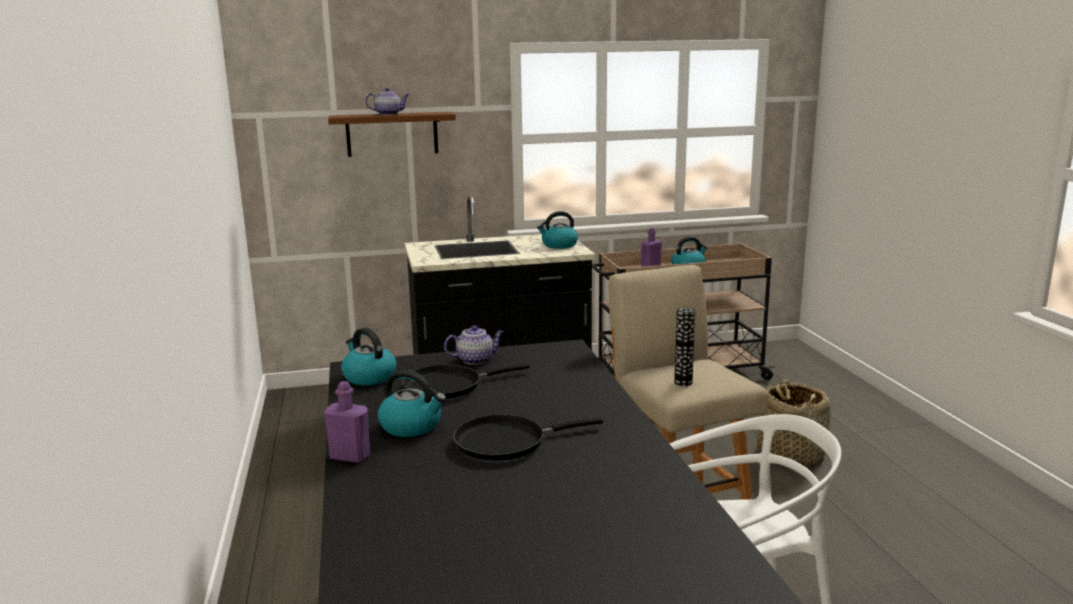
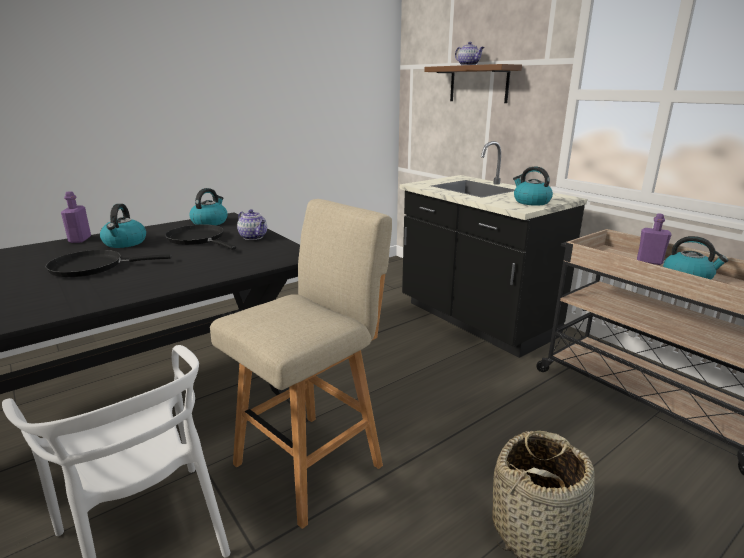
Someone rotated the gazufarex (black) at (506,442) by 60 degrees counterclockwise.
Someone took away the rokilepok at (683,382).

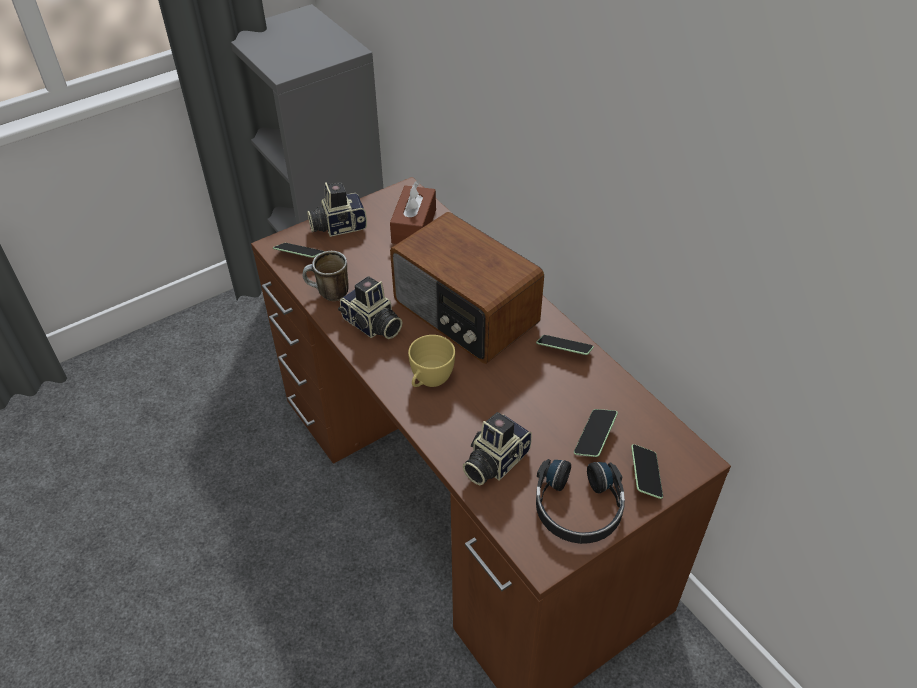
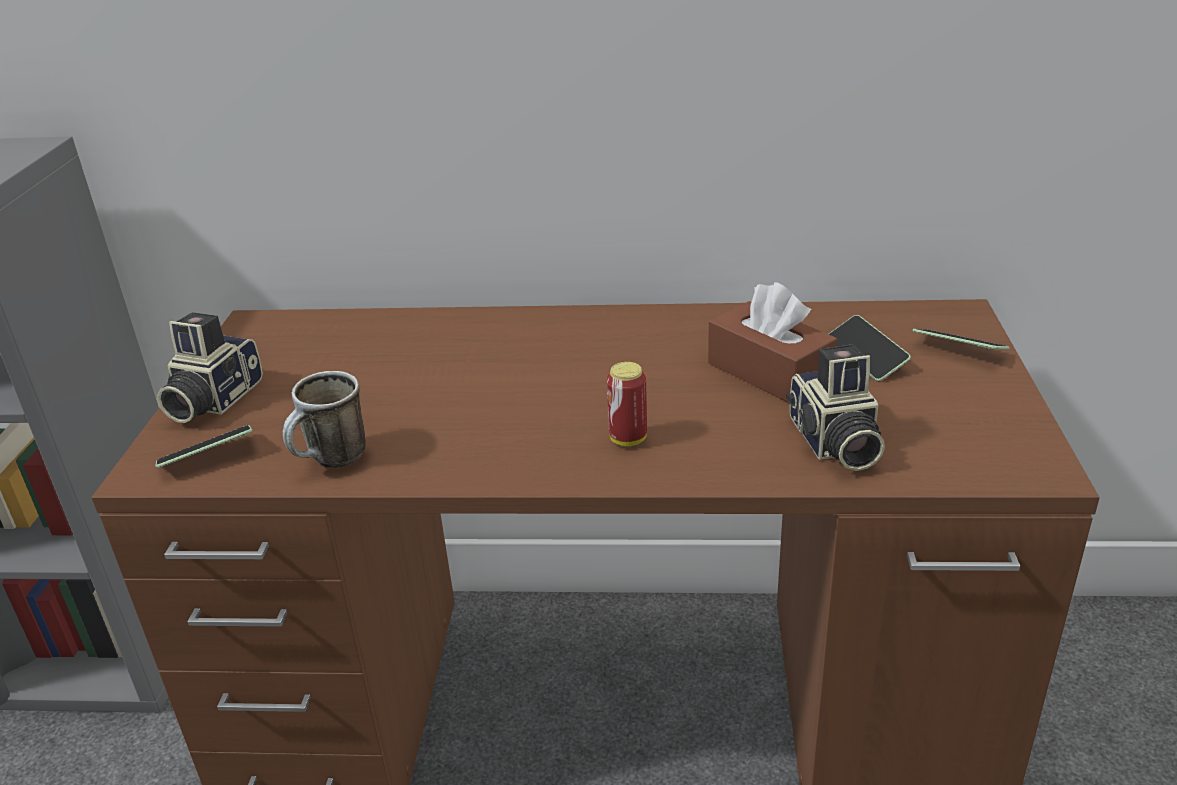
Someone took away the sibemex at (372,325).
Someone carried the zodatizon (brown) from (414,226) to (769,373).
Someone took away the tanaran at (464,314).
Someone swapped the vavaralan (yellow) at (429,381) for the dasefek at (628,439).
Someone took away the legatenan at (564,350).
Someone took away the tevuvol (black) at (578,508).

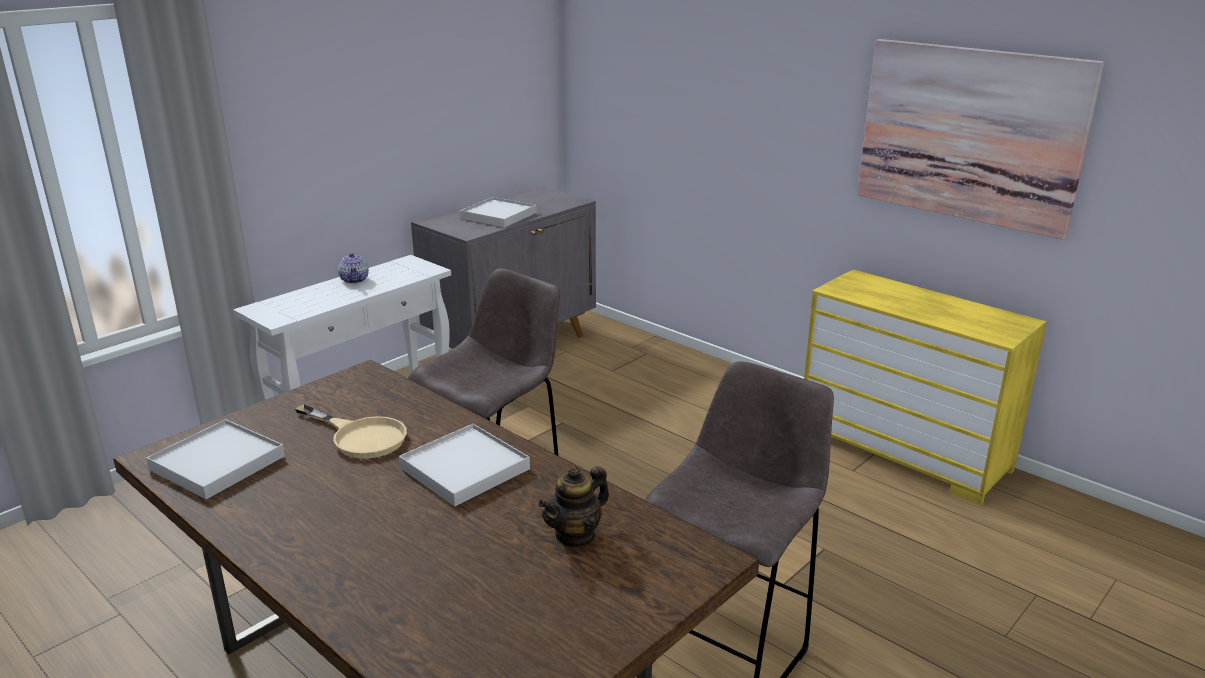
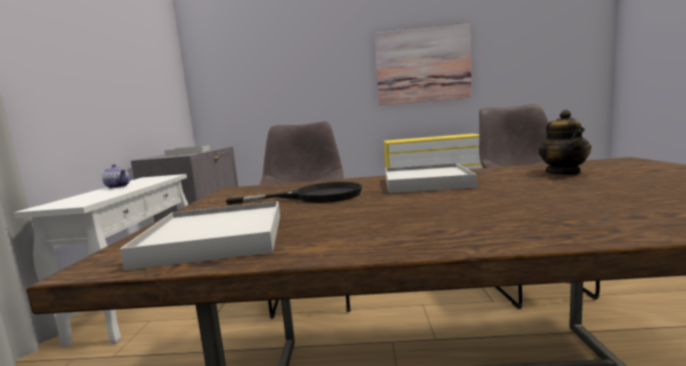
Someone repainted the gazufarex (beige) at (360,436), which became the gazufarex (black) at (315,196).

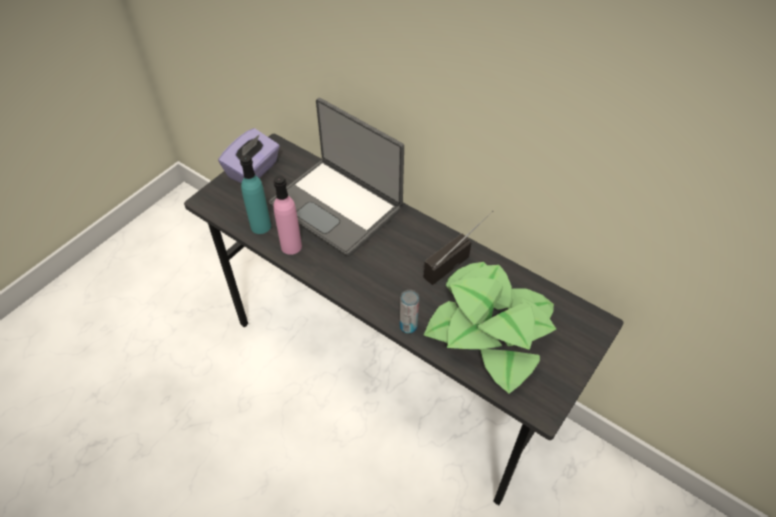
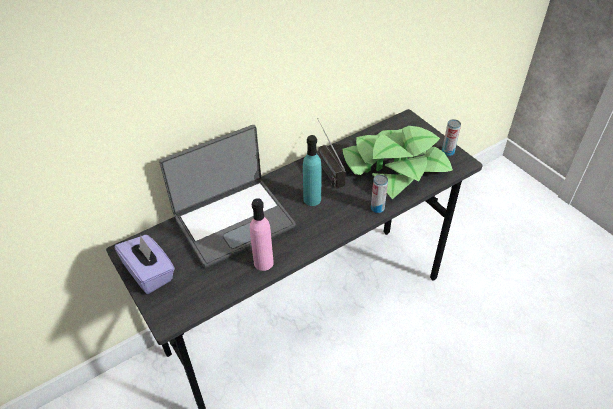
Someone carried the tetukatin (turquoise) from (260,226) to (312,199).
Someone put down the dasefek at (448,152).

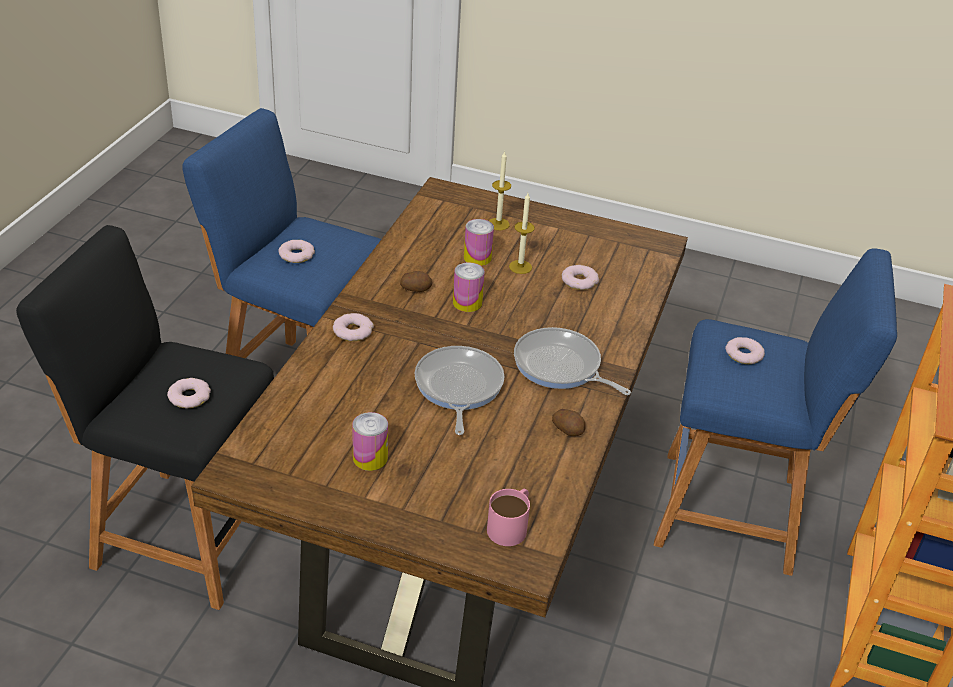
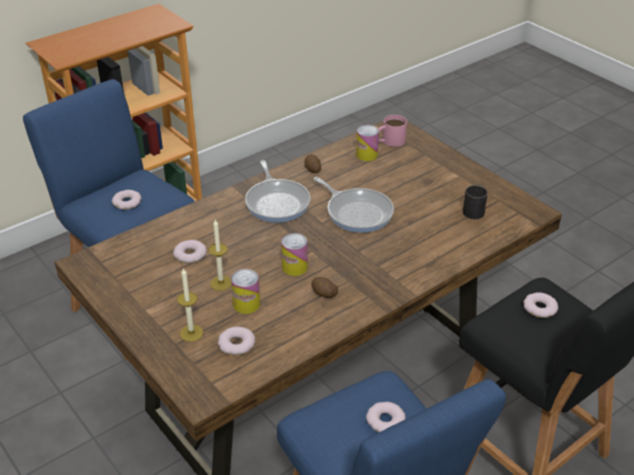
Someone carried the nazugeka from (353,331) to (236,344).
Someone carried the dasefek from (370,458) to (366,155).
Someone rotated the gazufarex at (458,387) by 75 degrees counterclockwise.
Someone put down the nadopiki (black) at (474,210).

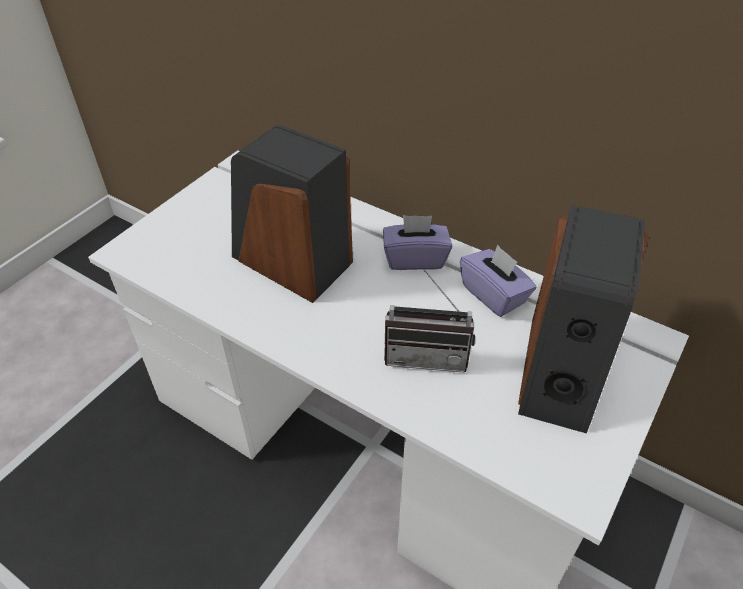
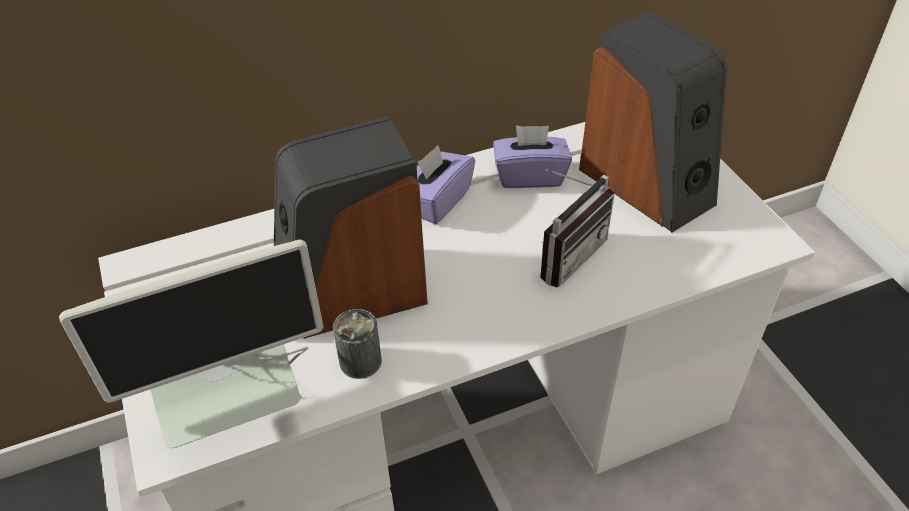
Someone put down the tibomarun at (239,419).
Someone put down the dasefek at (360,361).

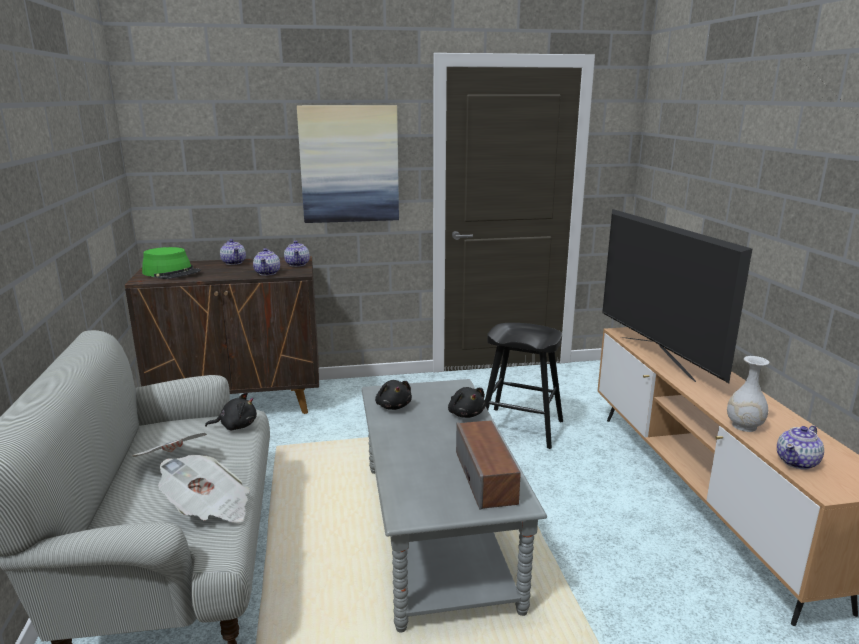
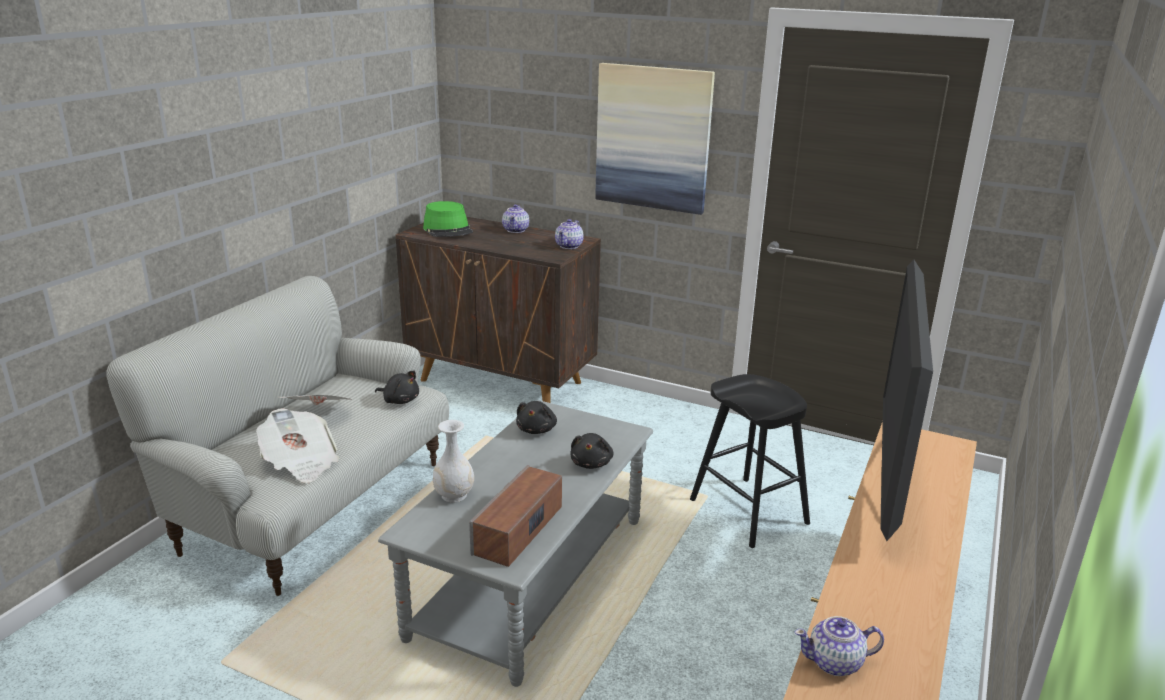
Someone took away the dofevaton at (268,273).
Someone carried the rokilepok (white) from (743,426) to (454,495).

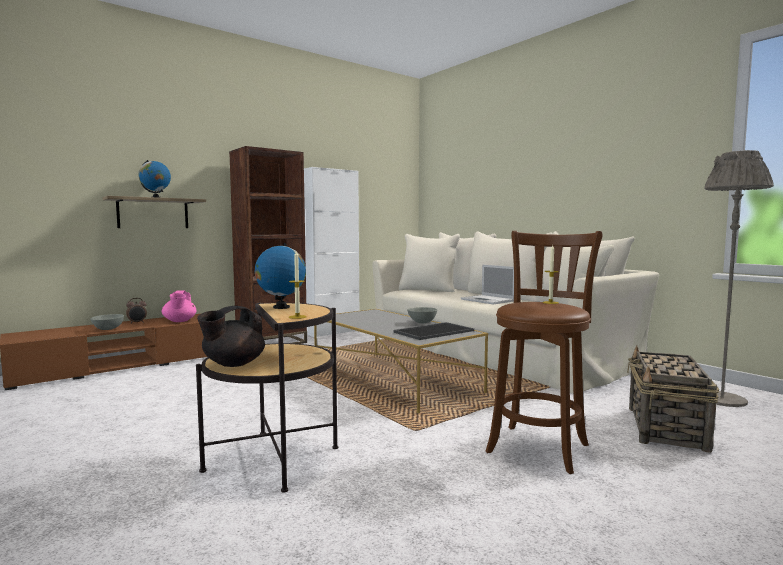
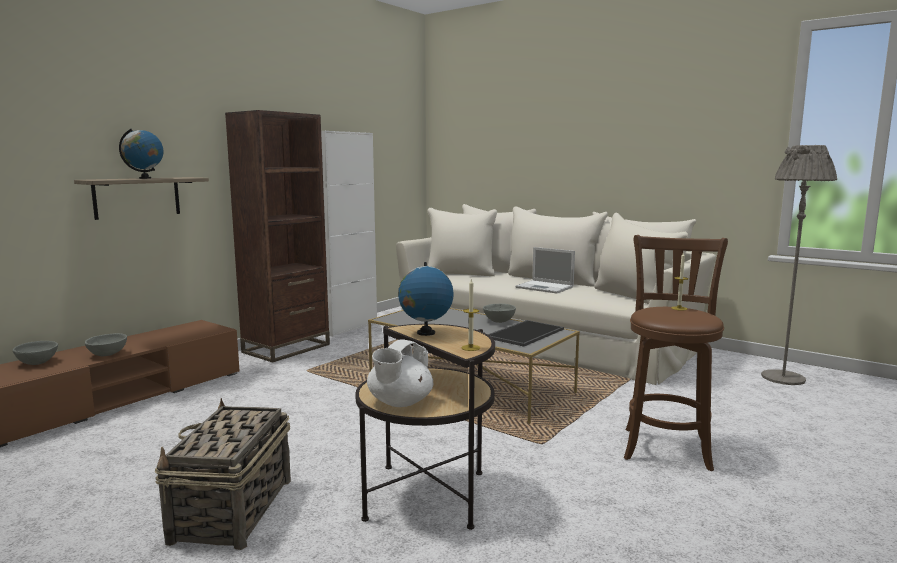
Someone took away the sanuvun at (137,323).
Someone took away the dofevaton (pink) at (179,321).
Someone repainted the dofevaton (black) at (233,364), which became the dofevaton (white) at (399,403).
Someone carried the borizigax from (666,429) to (232,510).
Someone put down the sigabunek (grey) at (38,363).

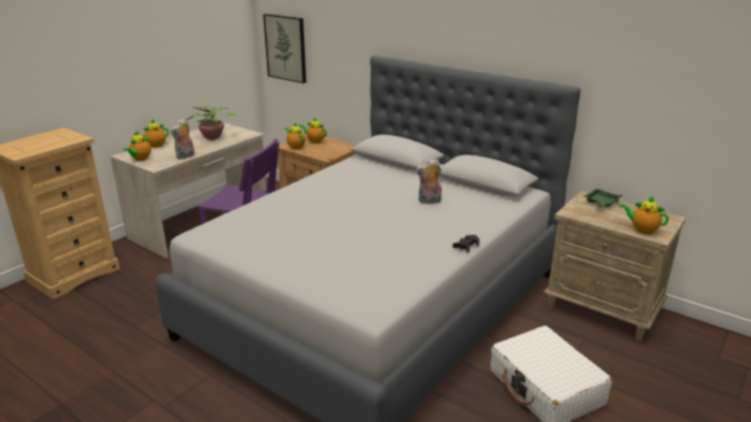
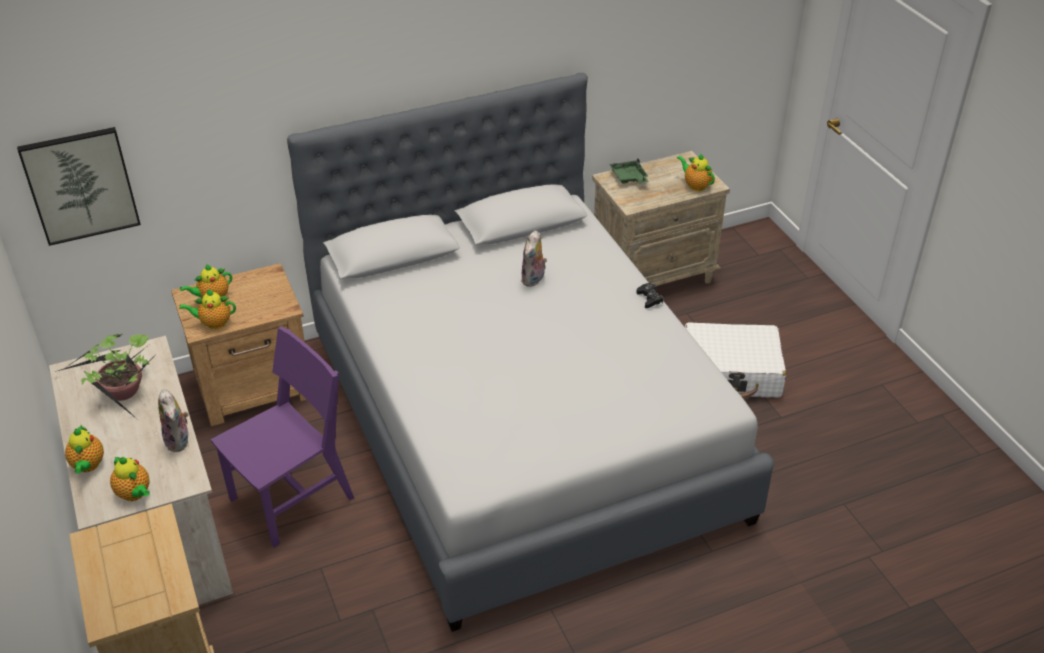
Someone rotated the dofevaton at (642,229) by 75 degrees clockwise.

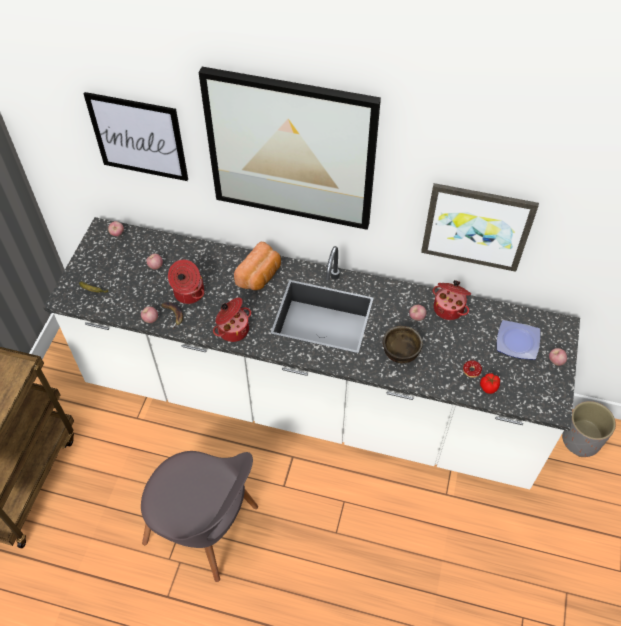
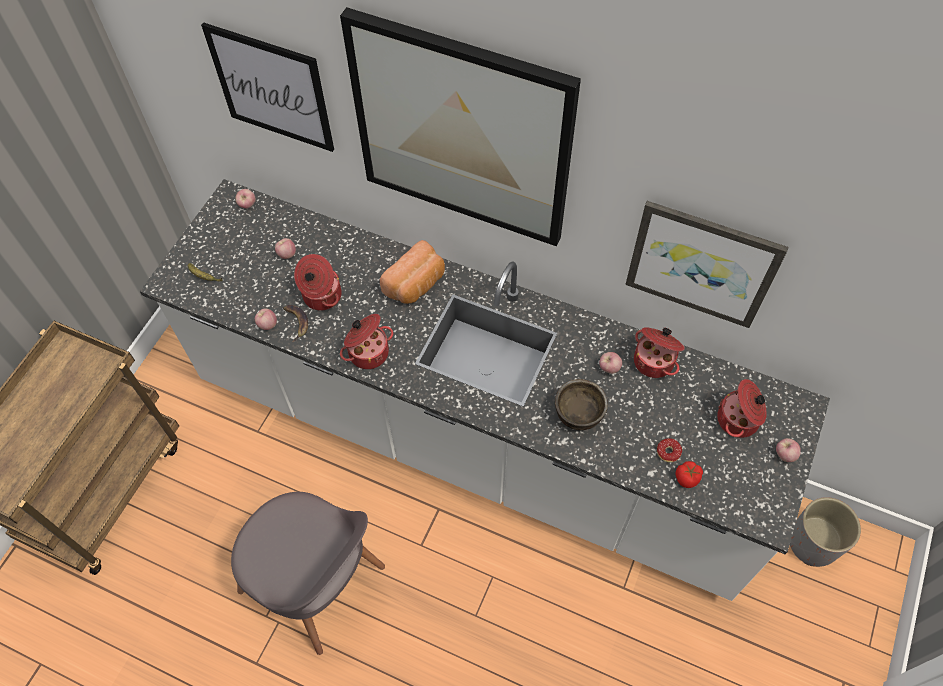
Someone swapped the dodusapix at (518,341) for the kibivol at (739,420).

